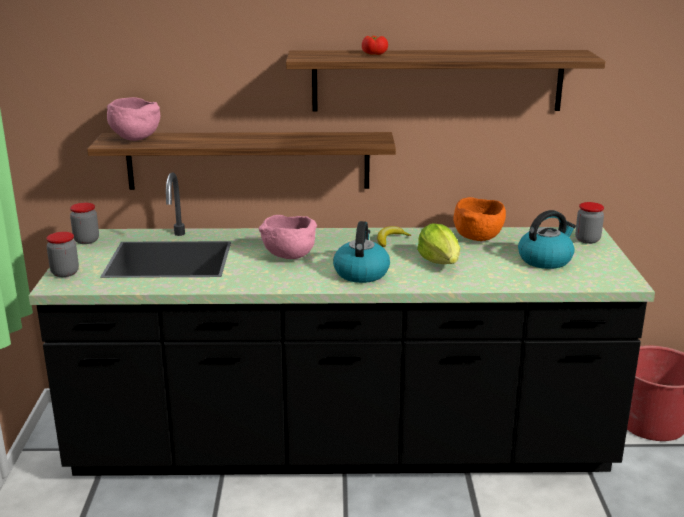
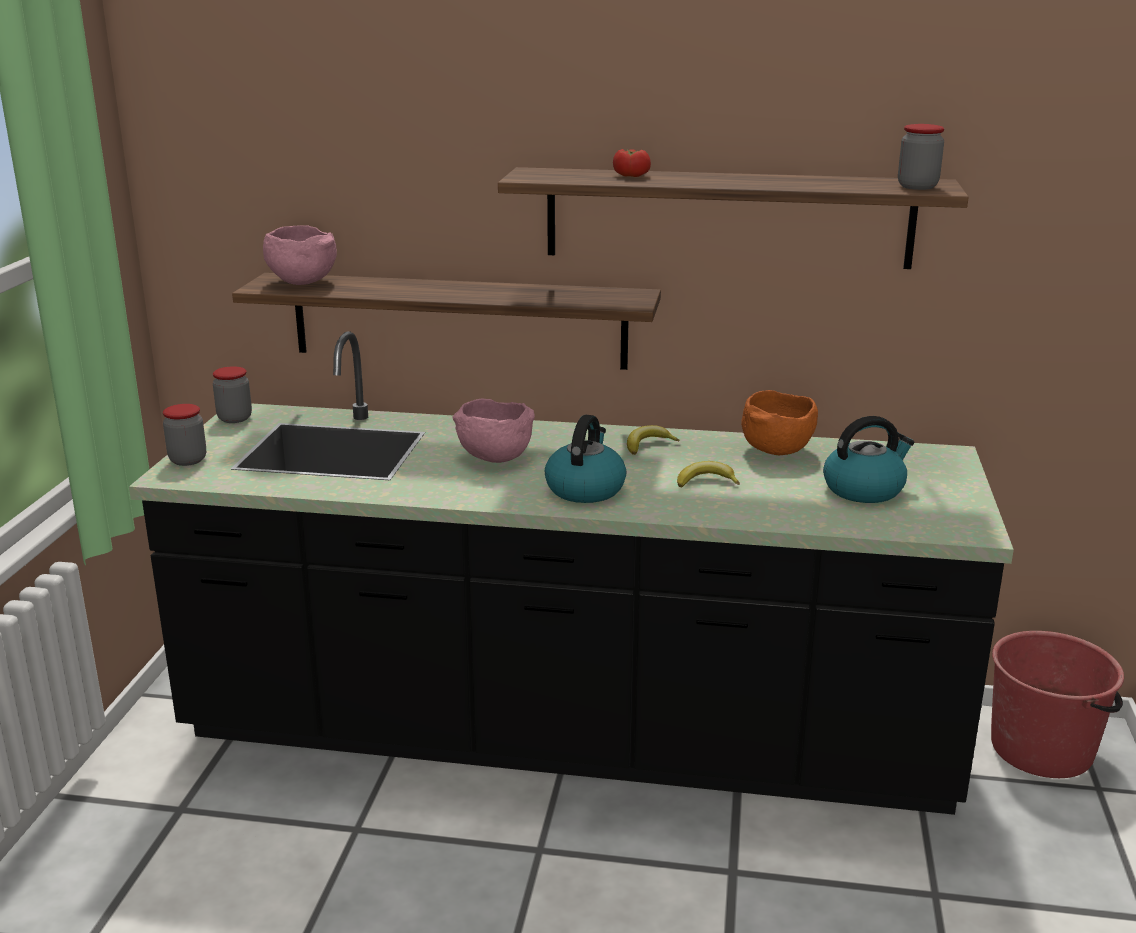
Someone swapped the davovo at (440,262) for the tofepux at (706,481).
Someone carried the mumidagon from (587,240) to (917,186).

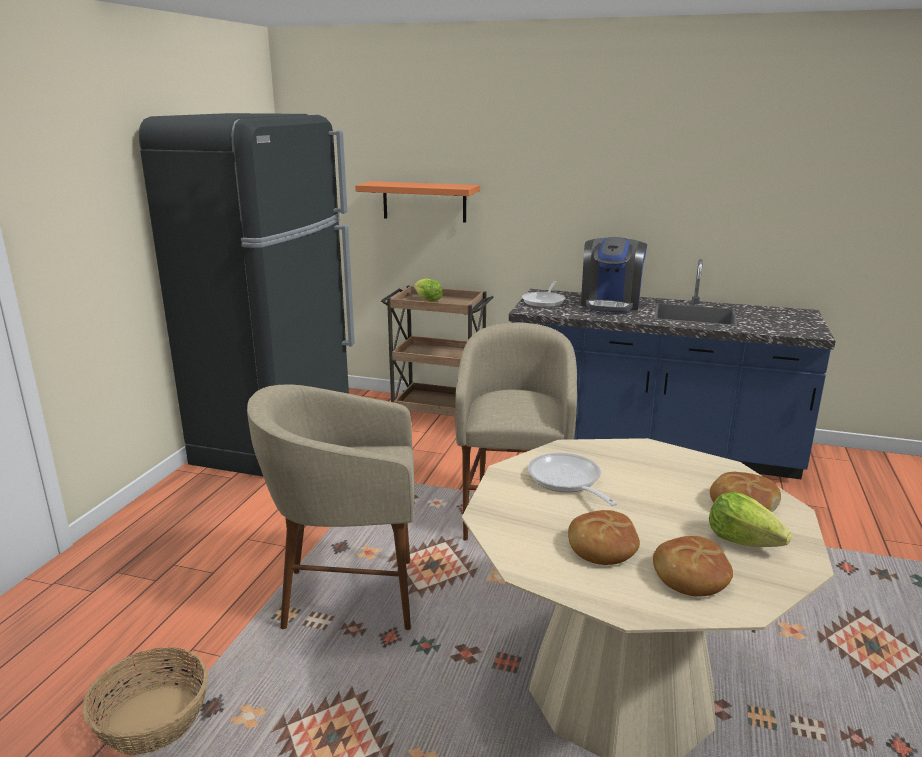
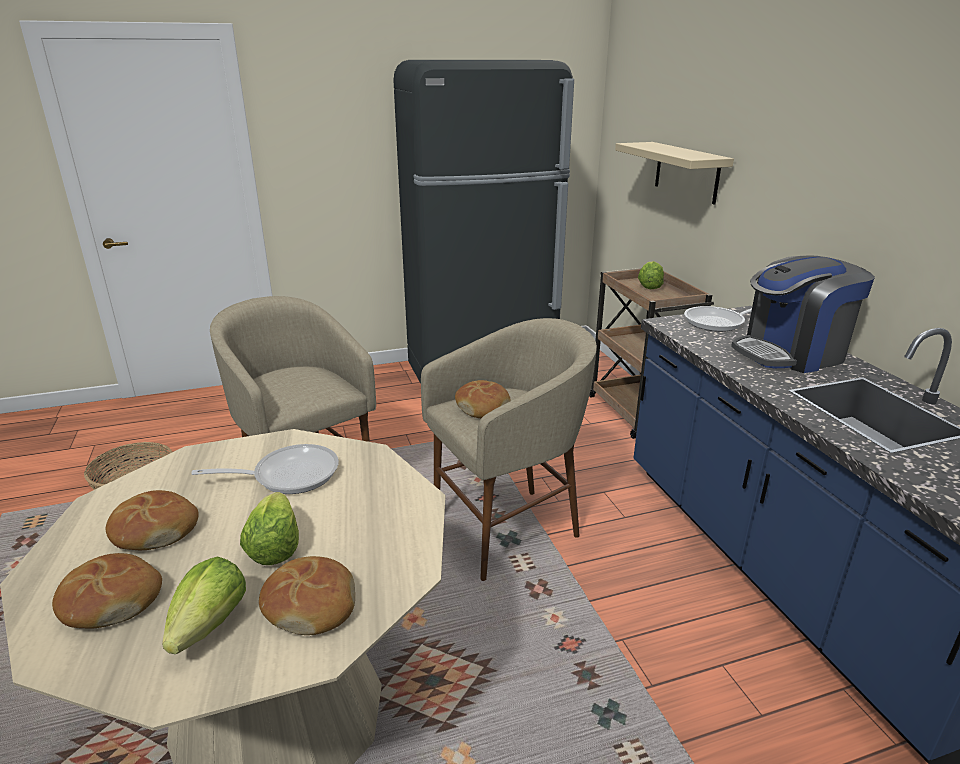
Someone repainted the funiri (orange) at (424,201), which became the funiri (beige) at (686,172).
Someone rotated the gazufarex at (567,481) by 45 degrees clockwise.
Someone put down the davovo at (274,548).
Someone put down the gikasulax at (483,407).

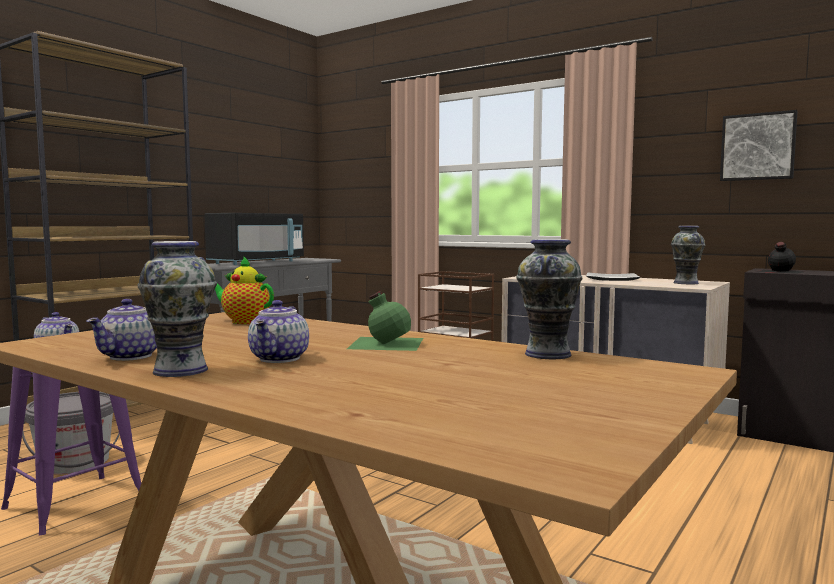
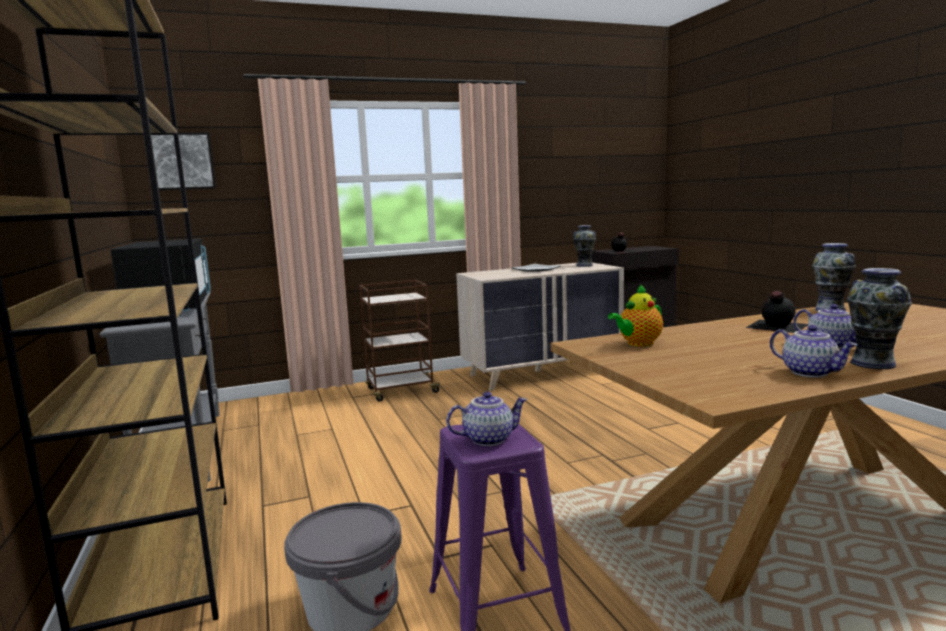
Someone repainted the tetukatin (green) at (385,343), which became the tetukatin (black) at (775,326).
Someone carried the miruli from (758,147) to (183,161).

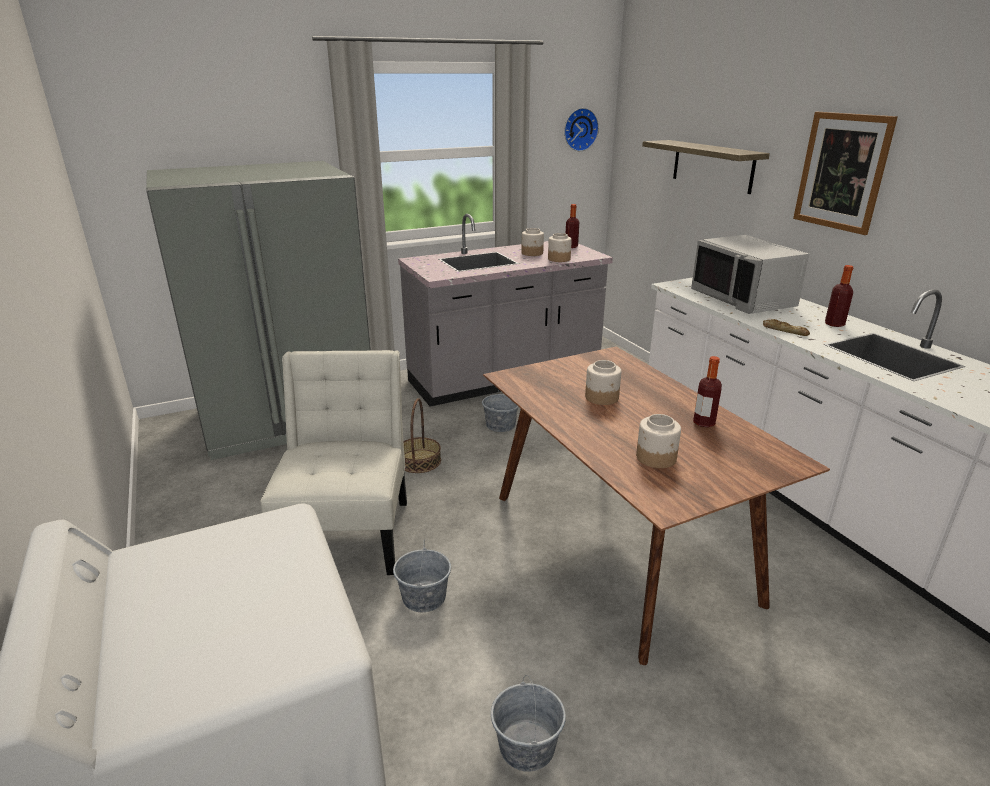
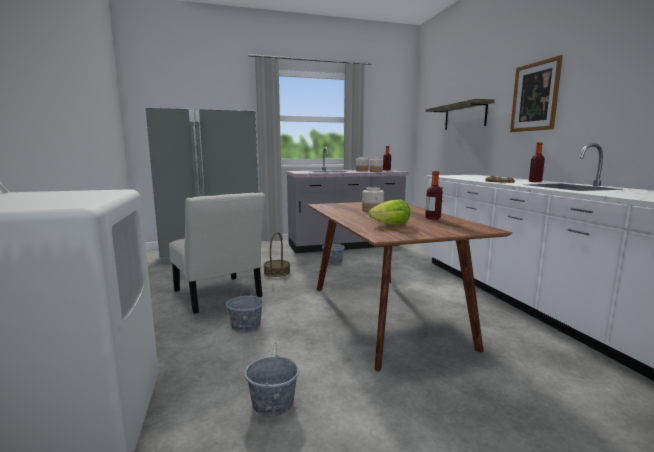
Someone rotated the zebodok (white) at (349,531) by 135 degrees clockwise.
Someone took away the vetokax at (579,129).
Someone swapped the mumidagon at (656,458) for the davovo at (391,225).
Someone took away the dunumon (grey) at (744,299).

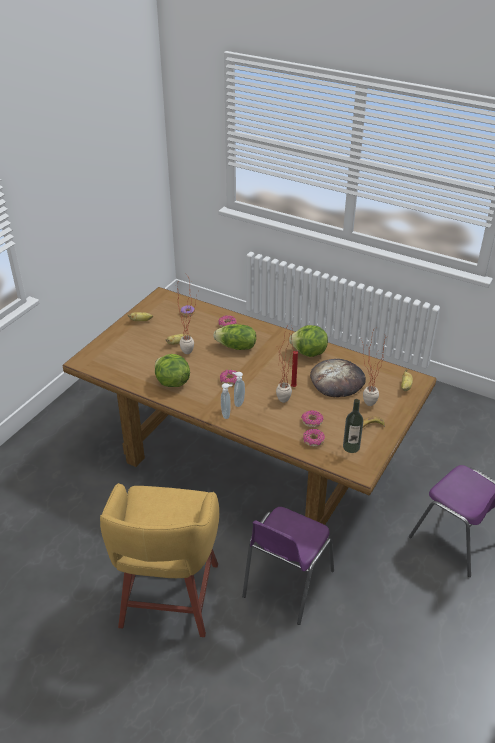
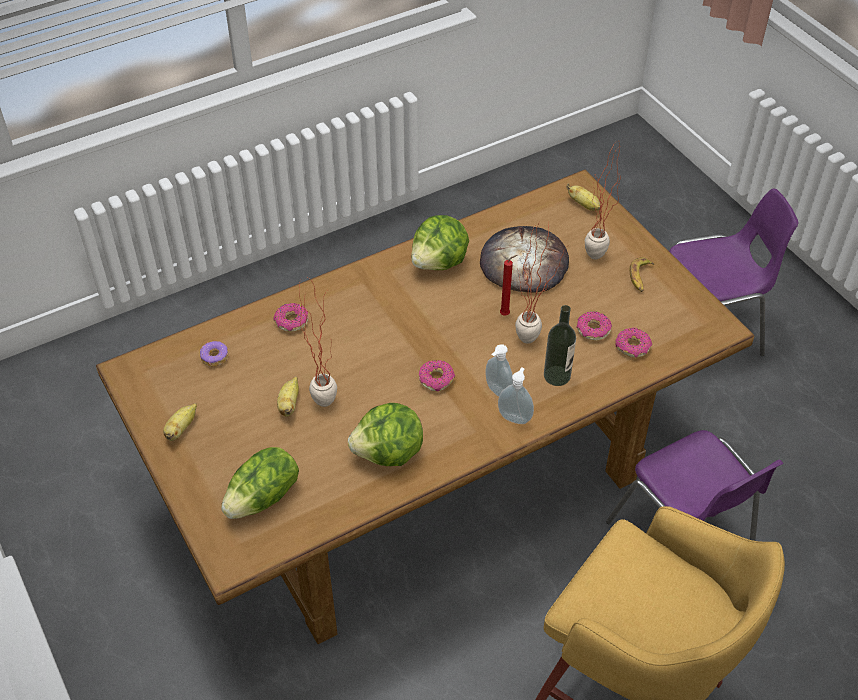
Someone carried the davovo from (236,347) to (264,497).
Someone carried the tetukatin from (351,447) to (557,376).

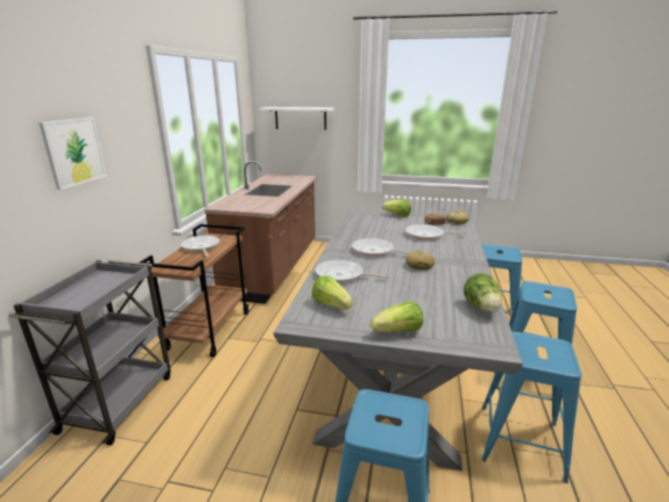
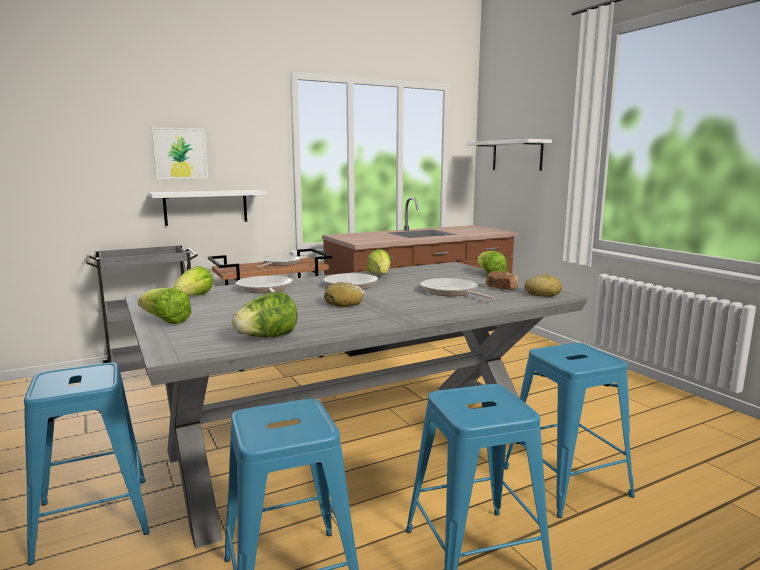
Someone put up the funiri (white) at (206,207).
Someone put down the davovo at (380,275).

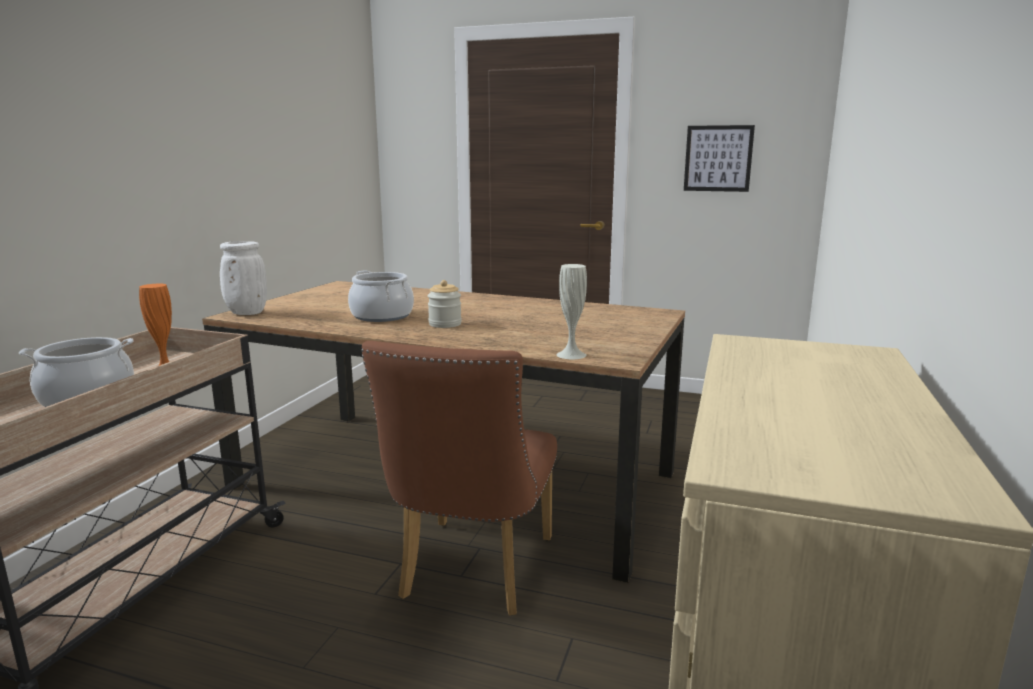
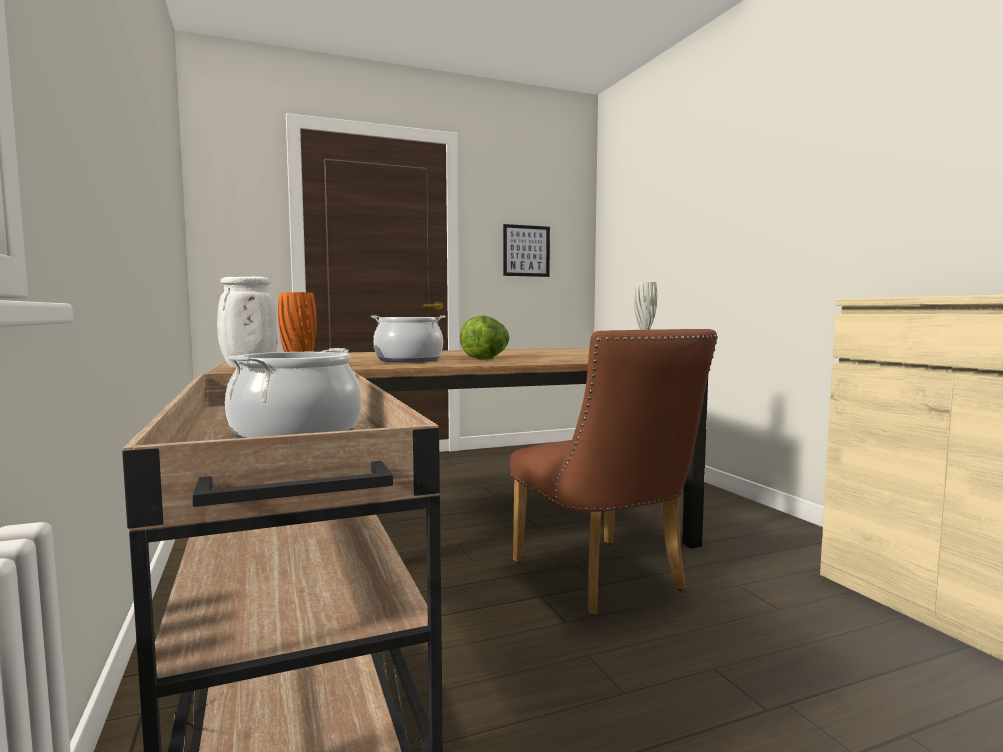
Someone swapped the mumidagon at (445,324) for the davovo at (486,359).

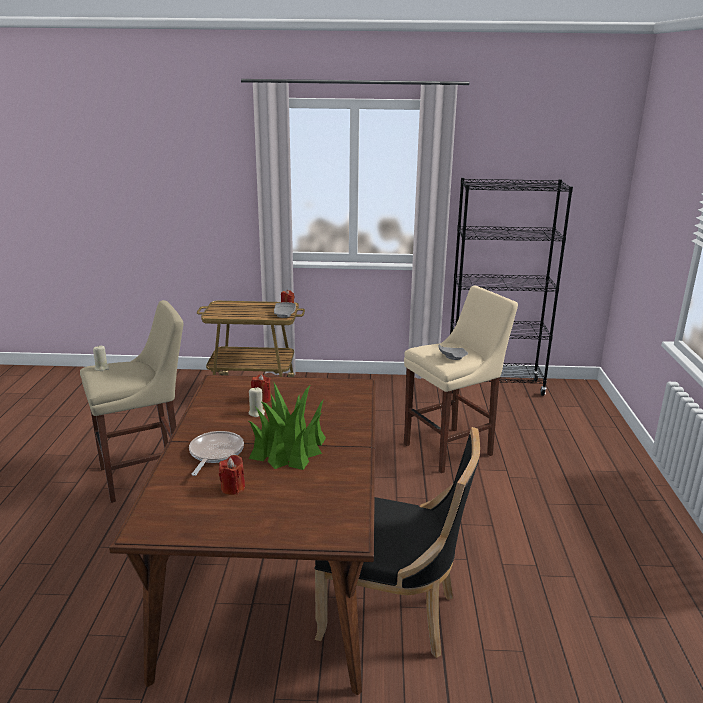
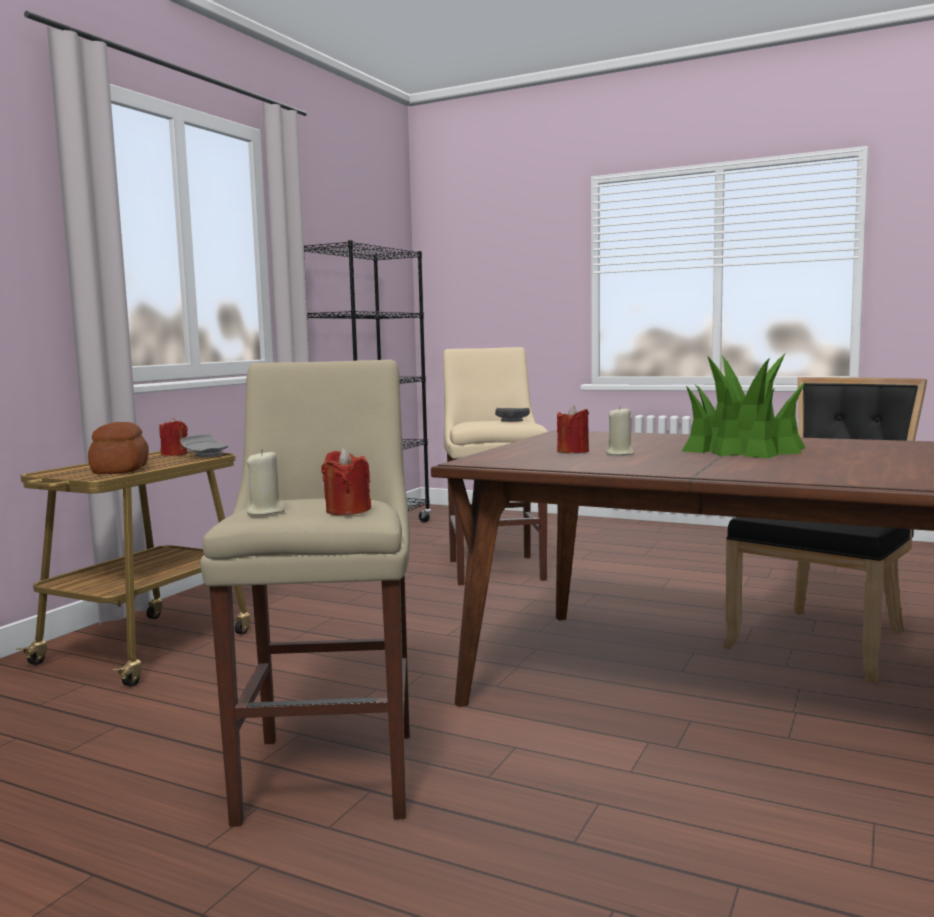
Someone took away the gazufarex at (215,453).
Someone carried the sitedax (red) from (233,488) to (347,511).
Someone put down the gikasulax at (119,470).

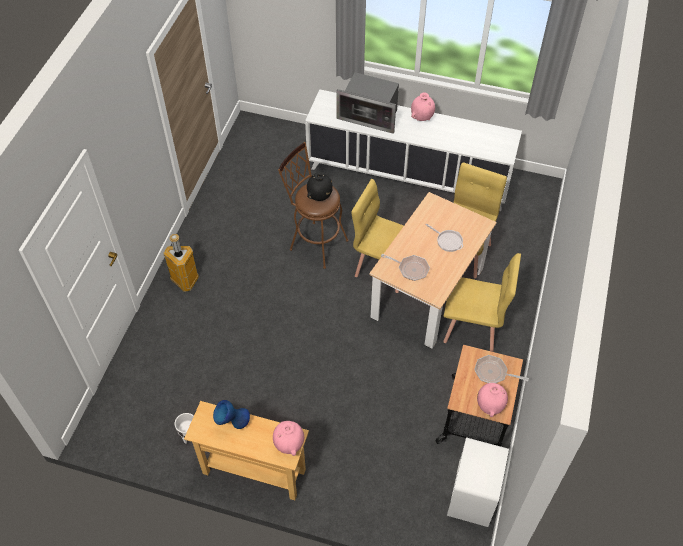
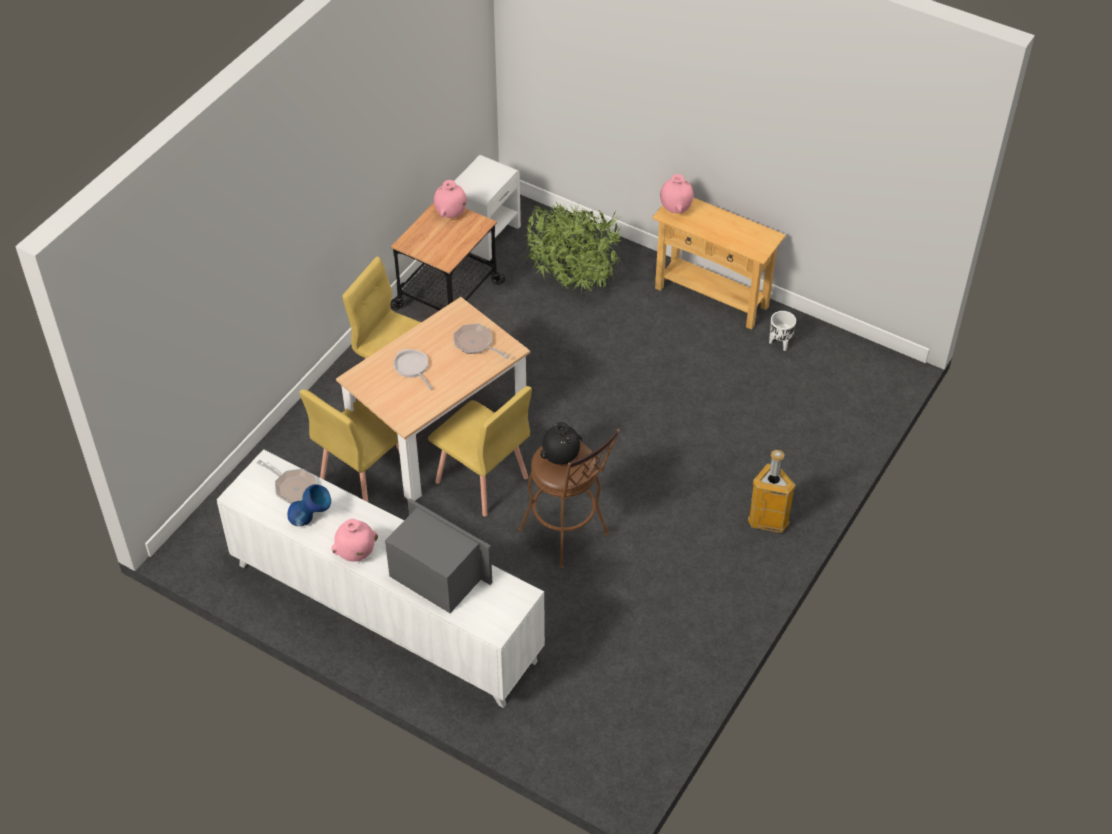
Someone carried the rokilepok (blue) from (233,424) to (312,520).
Someone carried the gazufarex from (493,372) to (293,487).
Someone put down the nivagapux at (573,284).

